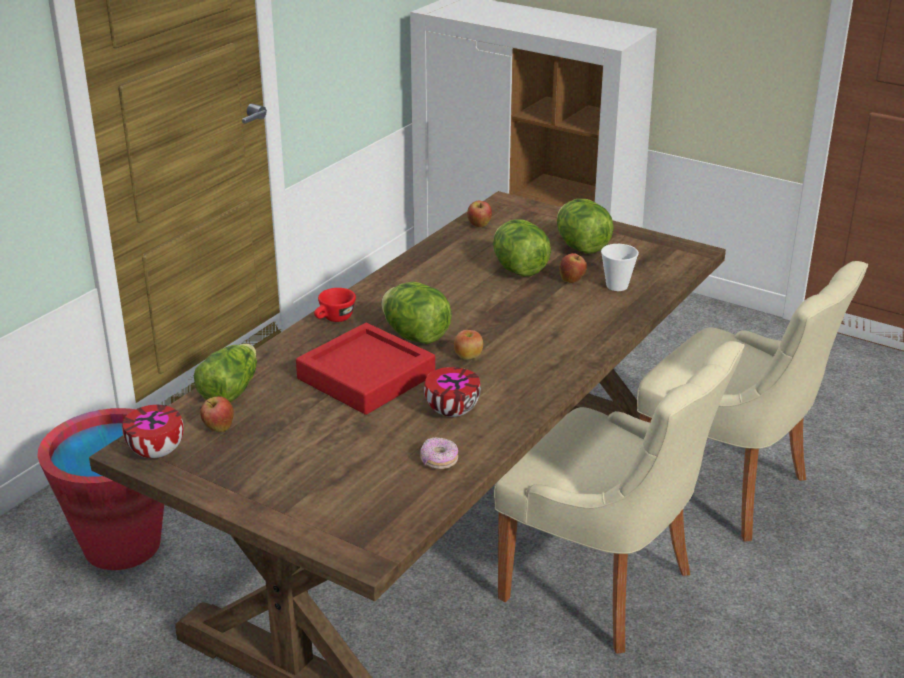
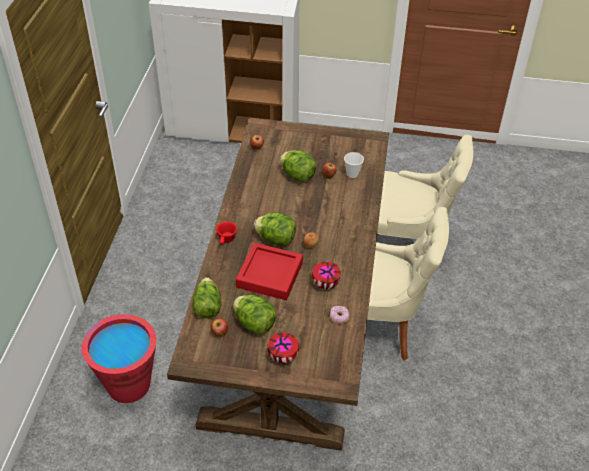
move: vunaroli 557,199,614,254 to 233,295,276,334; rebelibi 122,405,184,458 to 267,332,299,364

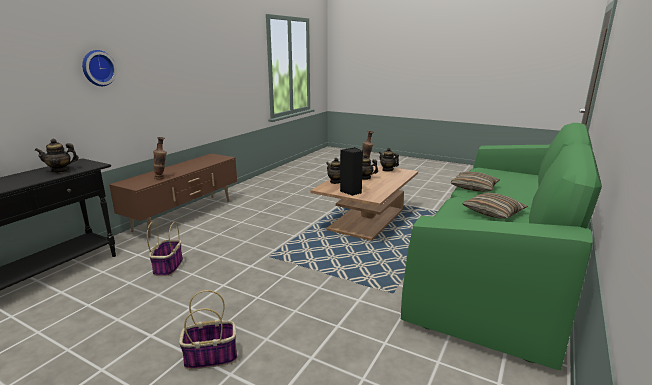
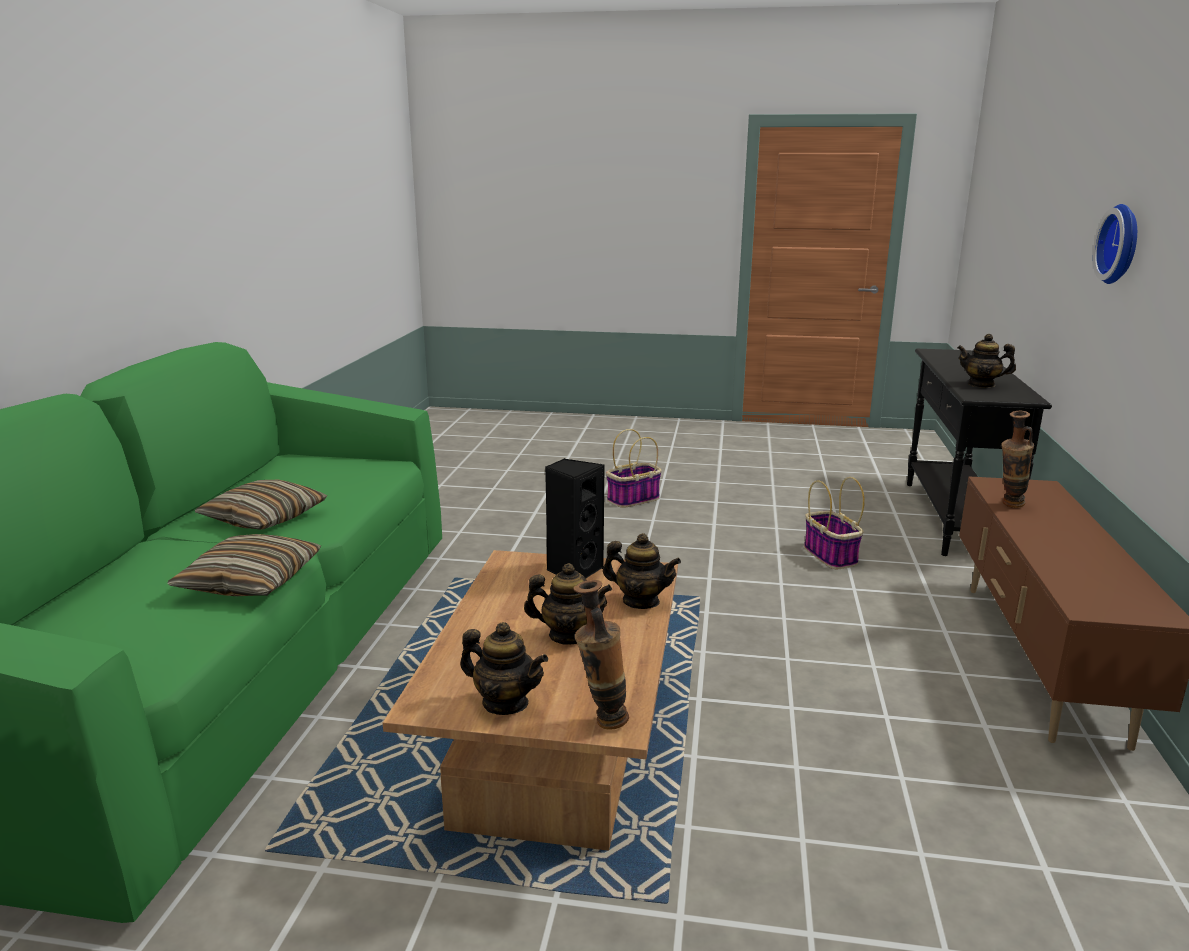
rotate: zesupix 35,139,79,173 = 957,334,1016,388 120 degrees counterclockwise

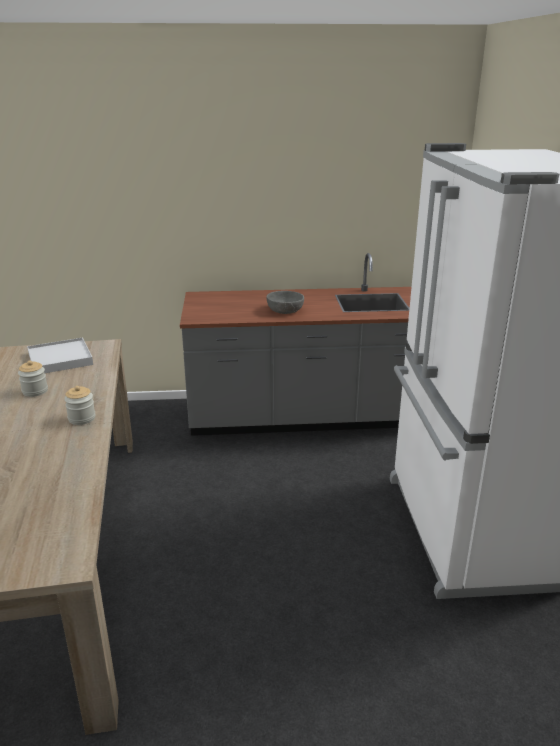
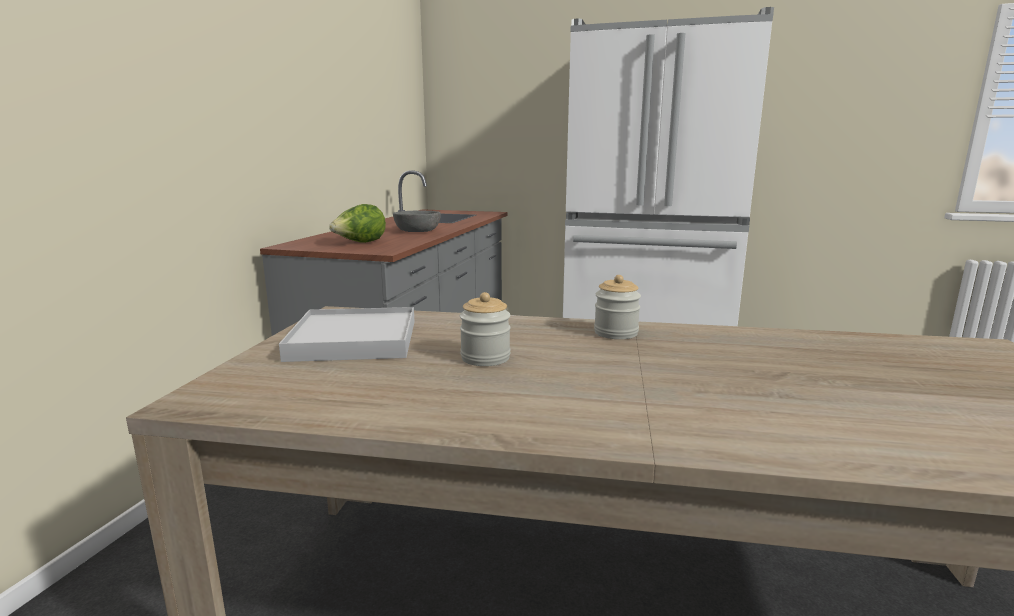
insert: vunaroli 329,204,386,243

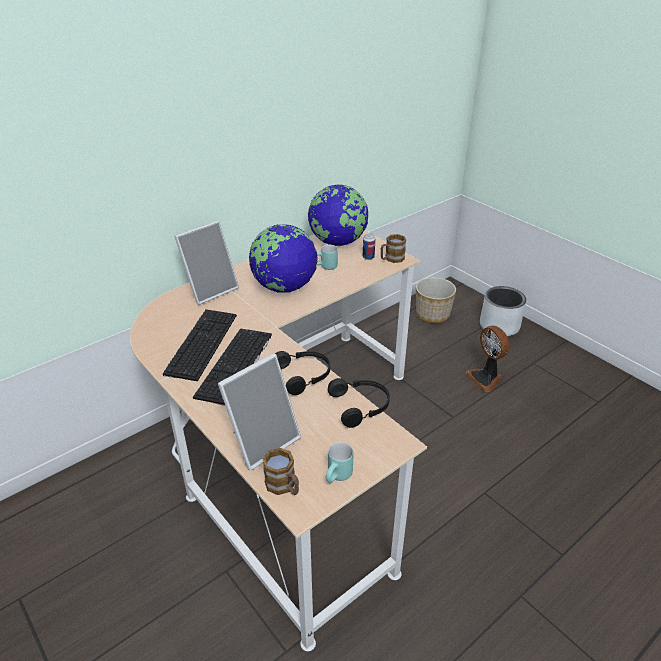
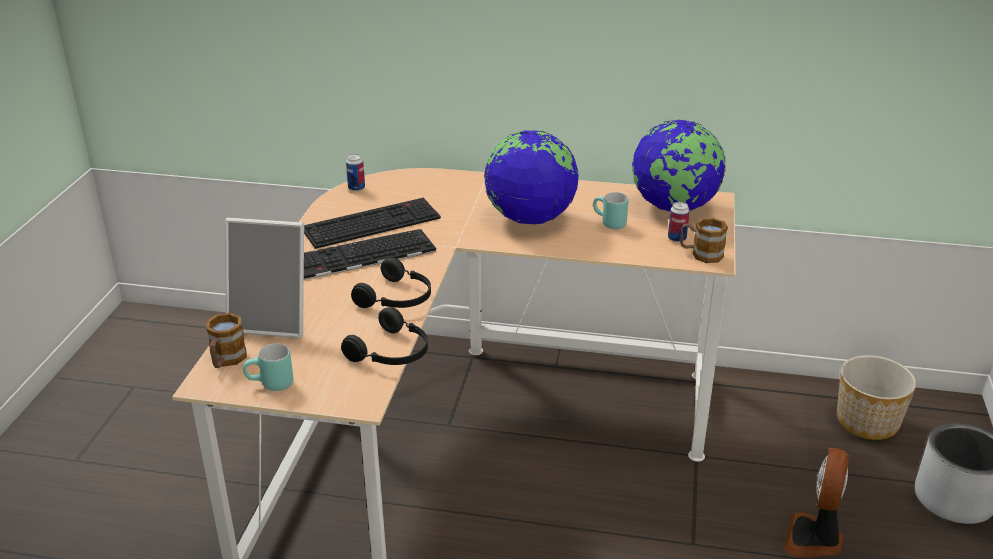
delete: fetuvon 174,221,239,305
insert: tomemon 346,154,365,191

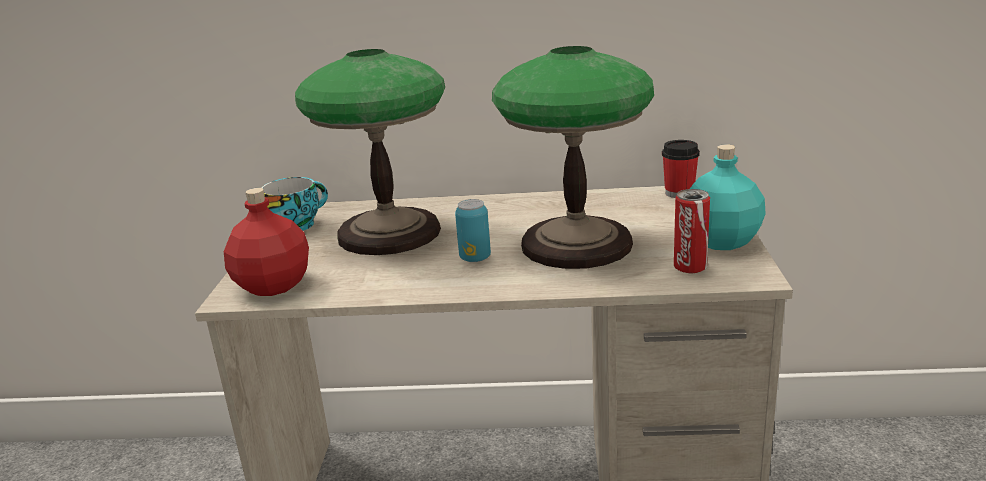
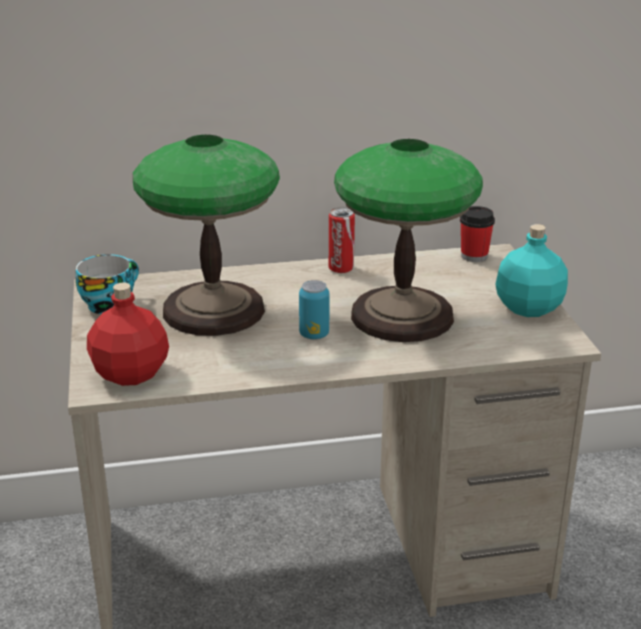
move: tomemon 674,189,710,273 to 329,207,355,273

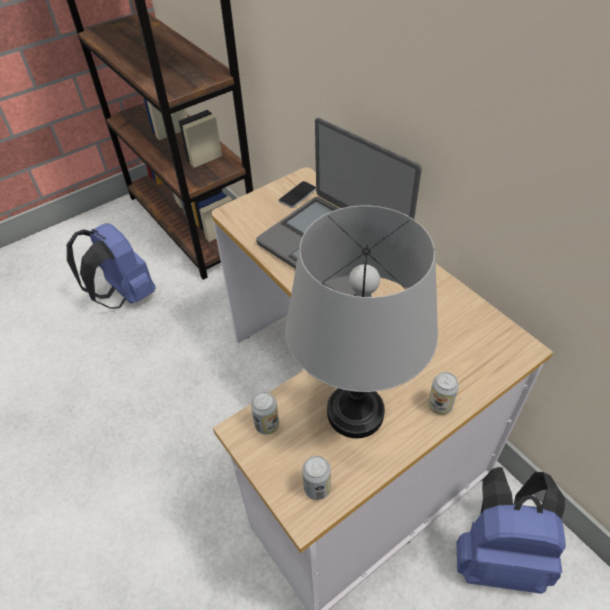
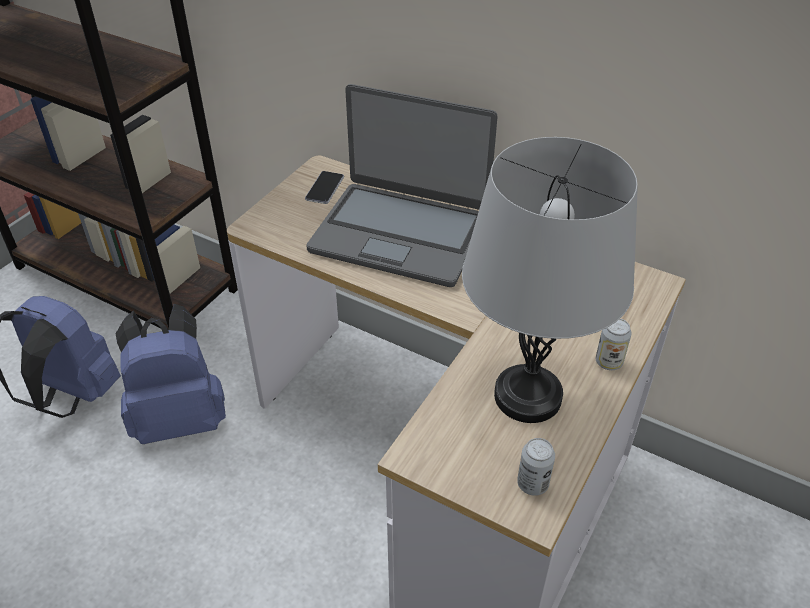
delete: tomemon 251,392,279,435
move: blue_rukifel 456,467,566,594 to 116,304,226,444

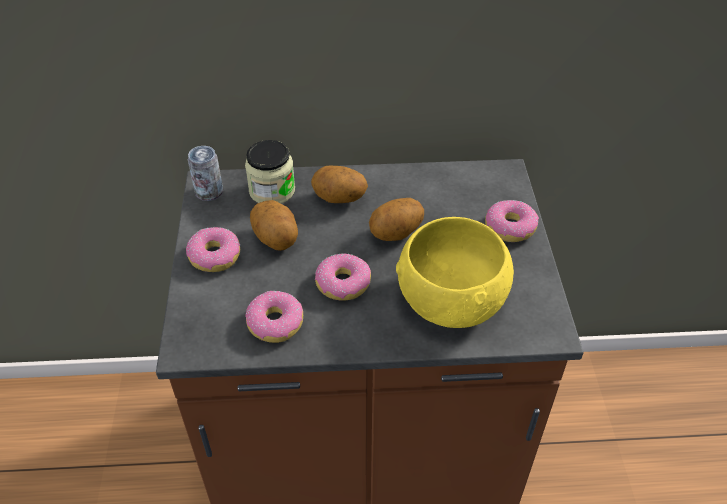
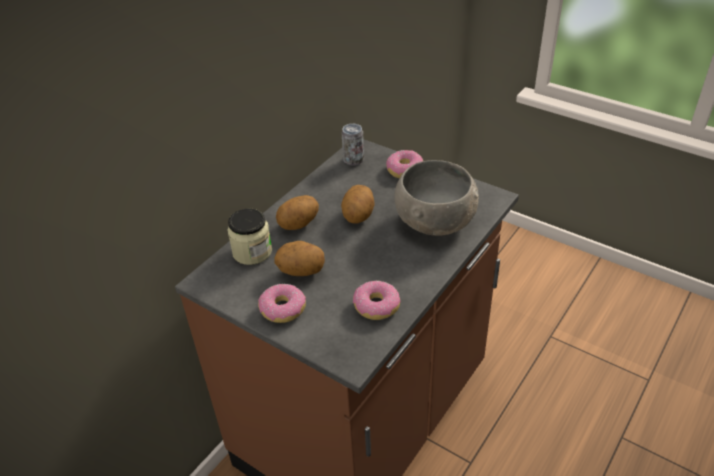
delete: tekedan 315,253,371,301
move: tomemon 188,146,223,201 to 342,124,364,166
recolor: yellow_rebelibi 396,217,514,328 to grey_rebelibi 394,160,479,236

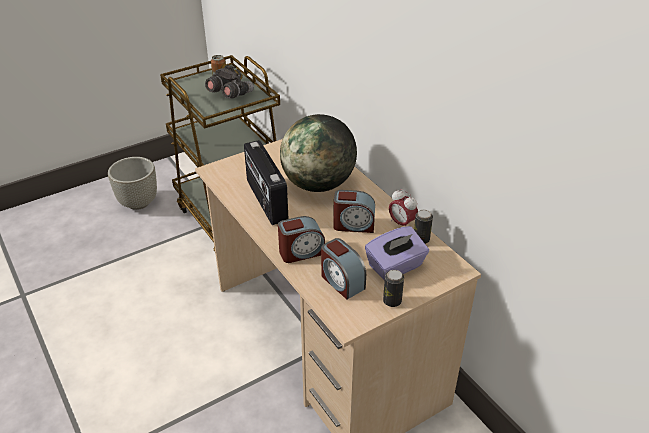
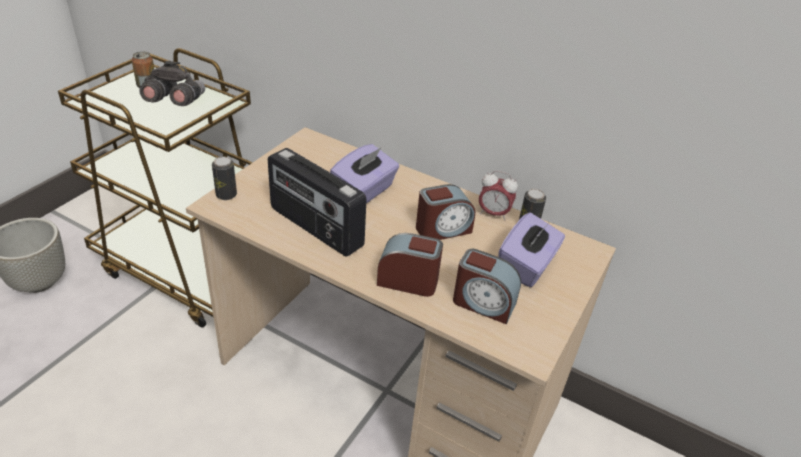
move: tomemon 383,270,404,307 to 212,157,237,200
replace: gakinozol 280,114,357,192 to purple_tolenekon 330,144,399,204
rotate: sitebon 278,216,325,263 = 377,233,443,297 120 degrees counterclockwise

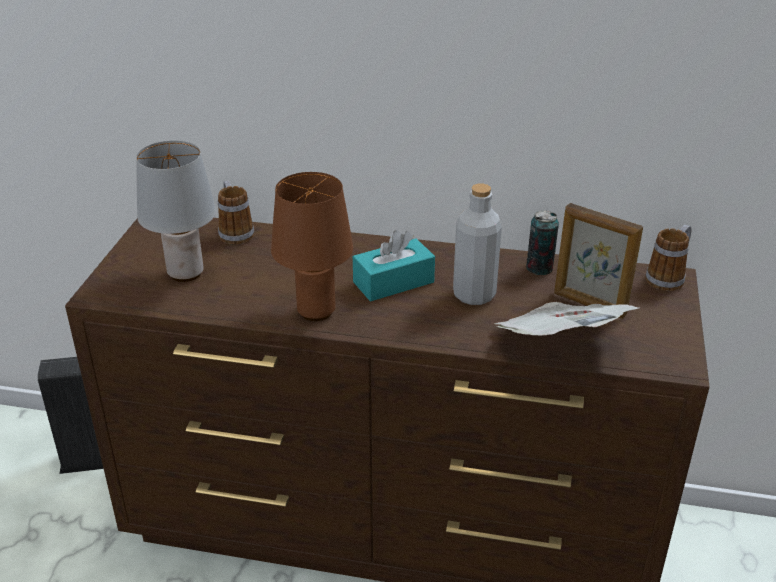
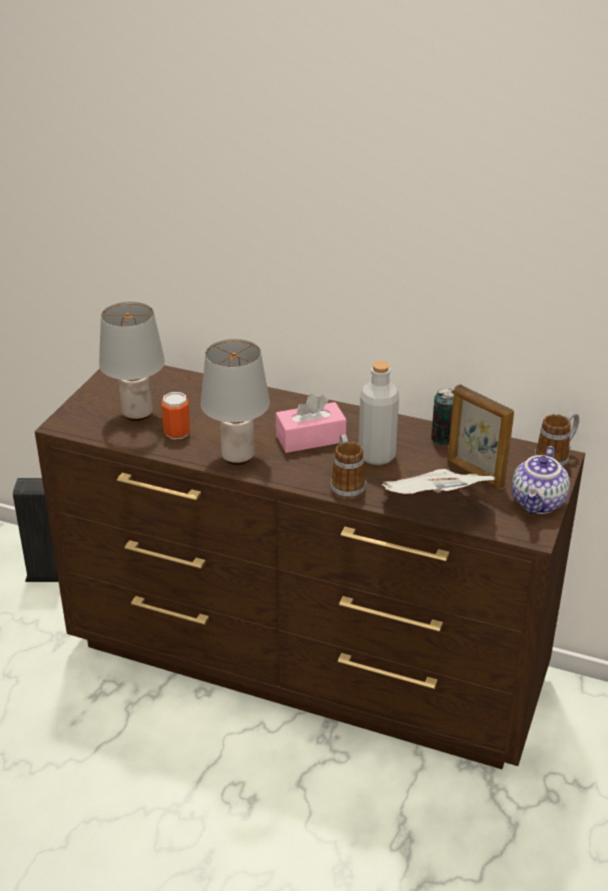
insert: tomemon 162,392,190,439; zesupix 512,446,570,514
move: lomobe 218,181,254,245 to 330,434,366,500
recolor: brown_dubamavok 271,172,353,321 to grey_dubamavok 201,339,270,465; turquoise_tolenekon 353,230,435,301 to pink_tolenekon 276,394,346,453

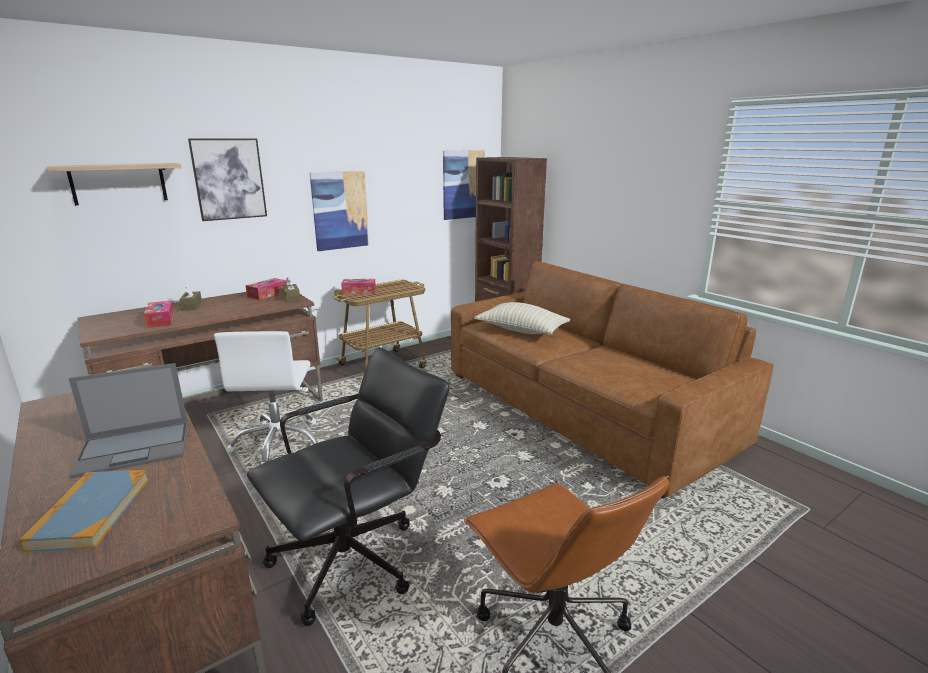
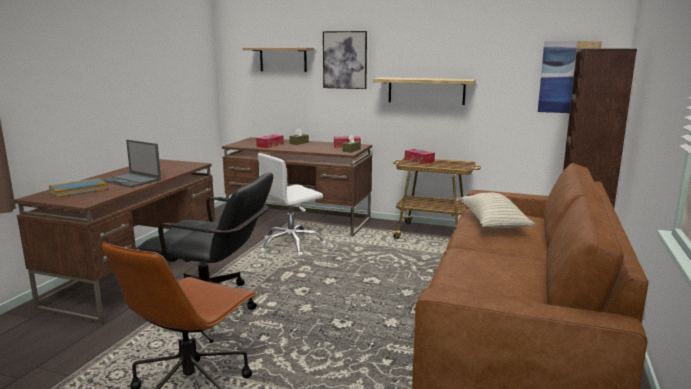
replace: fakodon 310,171,369,251 to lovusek 373,77,476,105

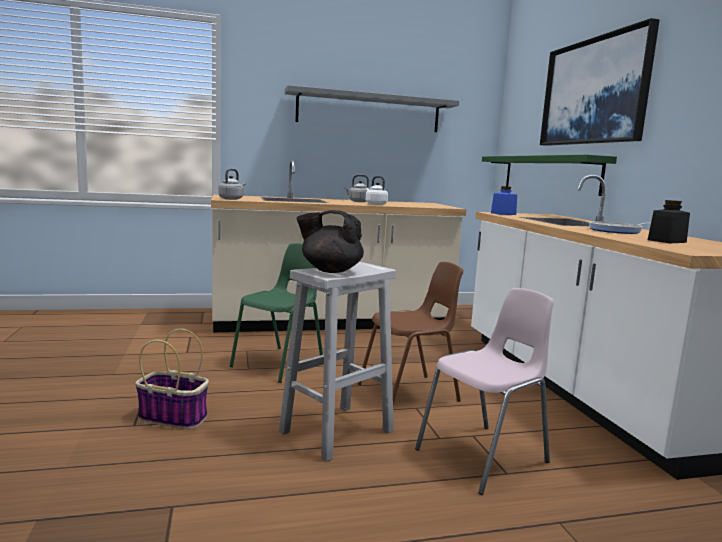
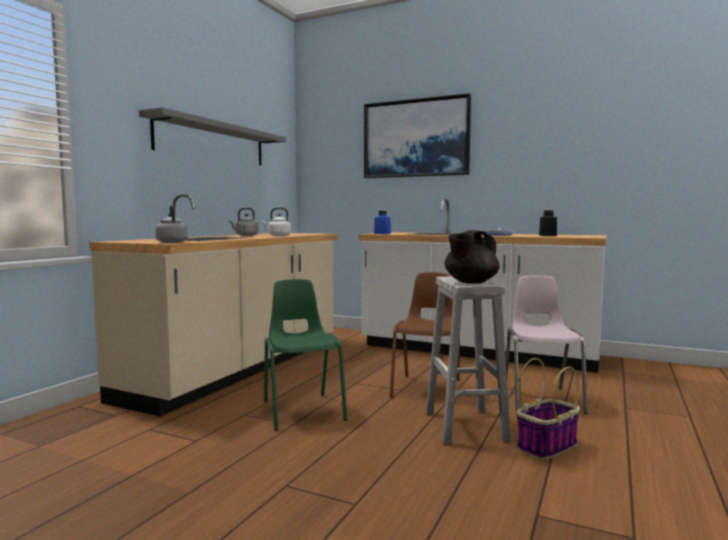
delete: green_lovusek 482,155,617,196
move: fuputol 135,329,209,429 to 516,358,580,460

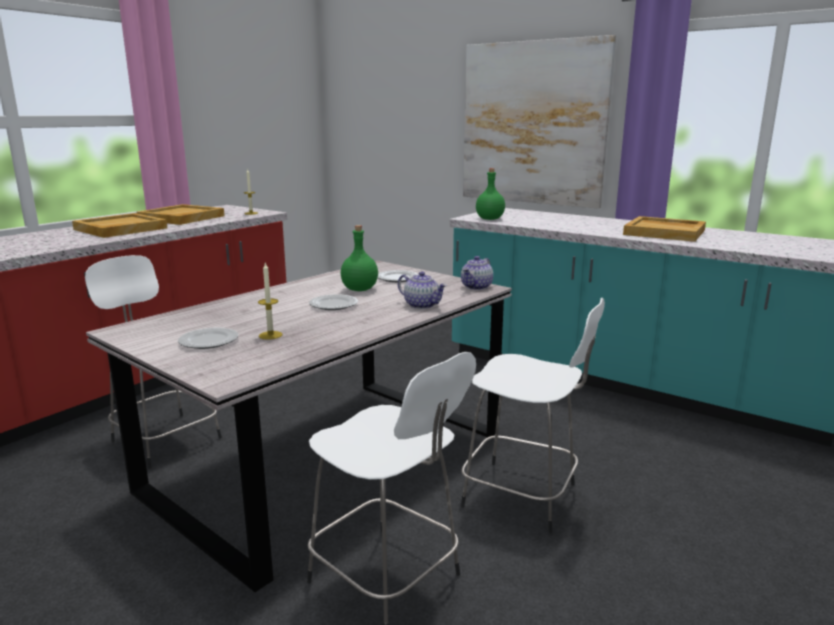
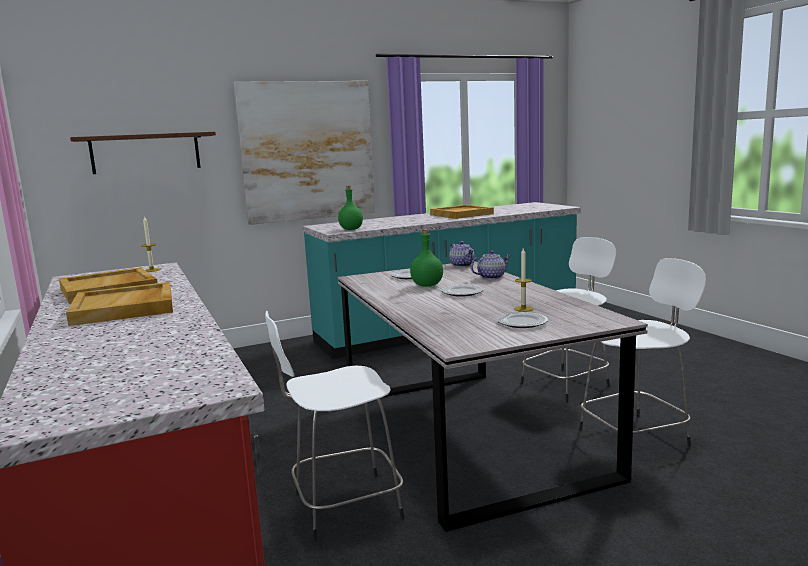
insert: brown_lovusek 70,132,216,174

